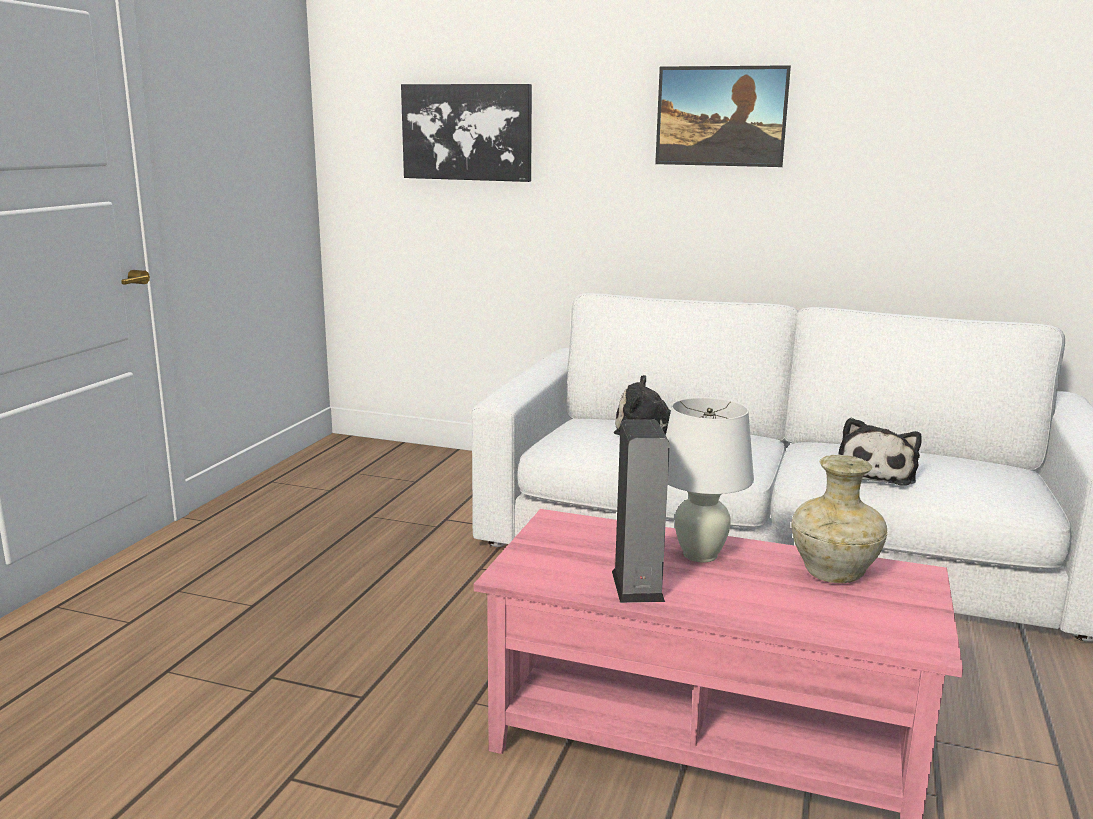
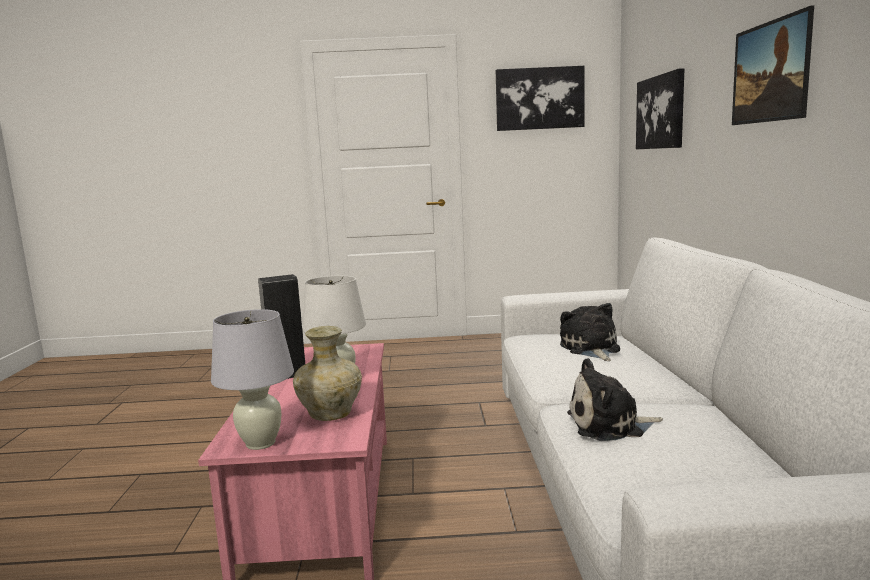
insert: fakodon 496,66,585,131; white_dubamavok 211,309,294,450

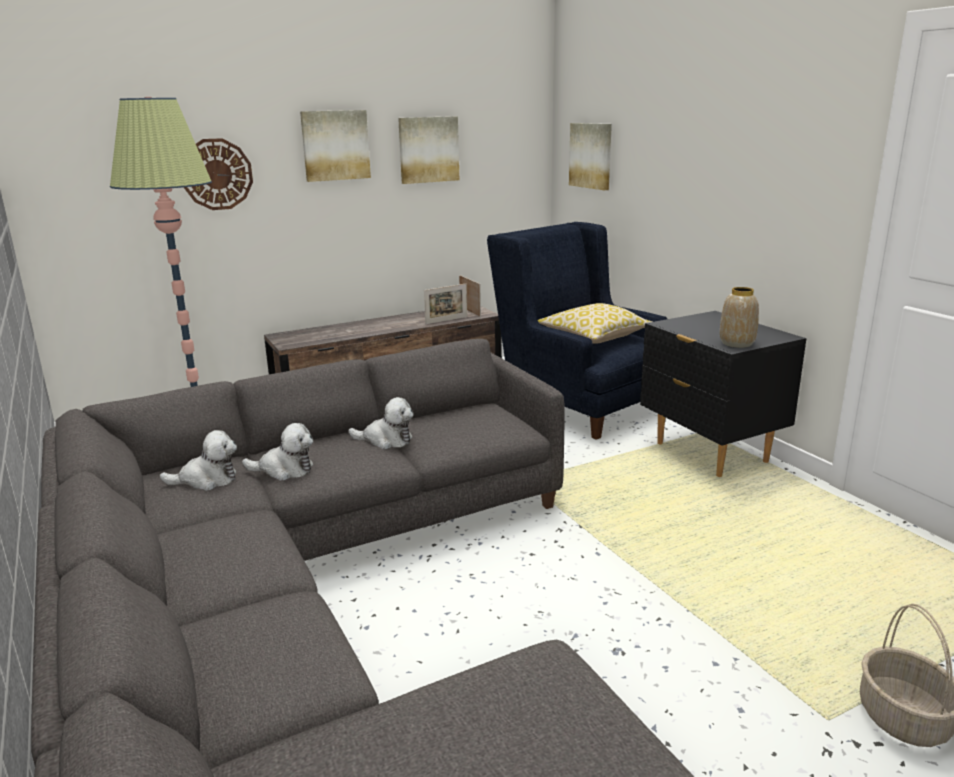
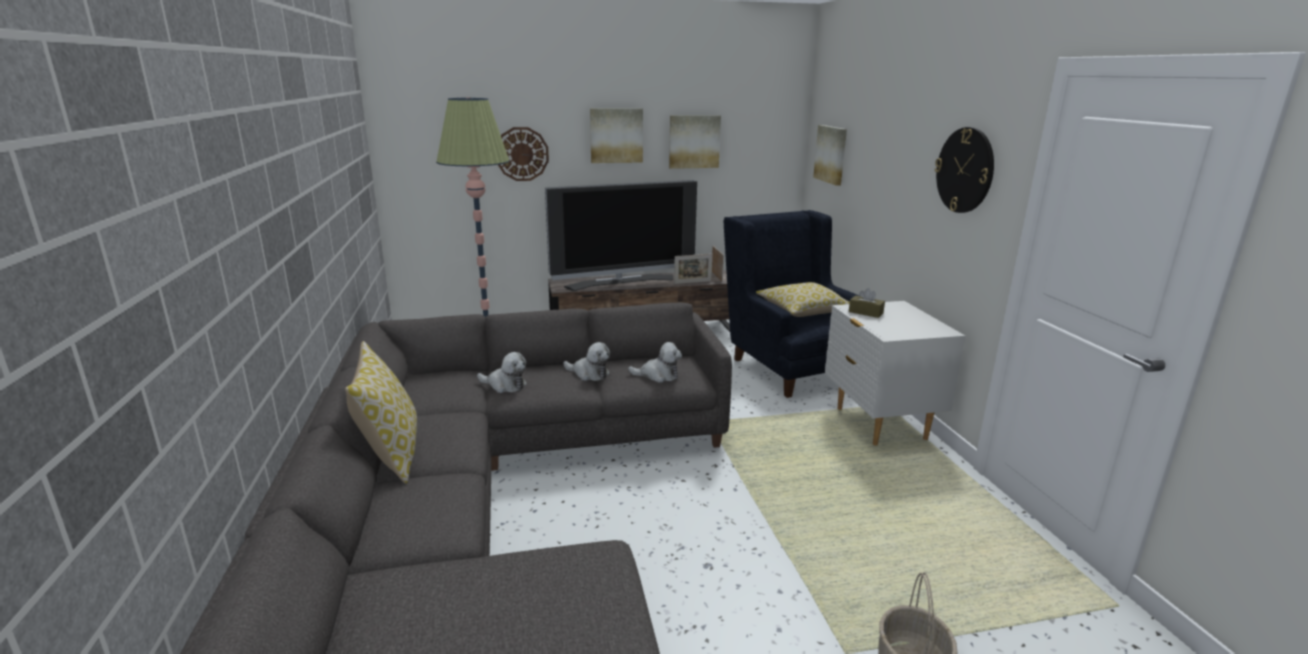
delete: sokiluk 720,287,759,348
insert: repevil 935,127,994,213; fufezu 545,180,697,291; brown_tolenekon 849,288,885,318; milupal 345,341,417,484
move: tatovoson 160,430,237,491 to 628,342,682,383
recolor: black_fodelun 640,311,806,477 to white_fodelun 825,301,965,446

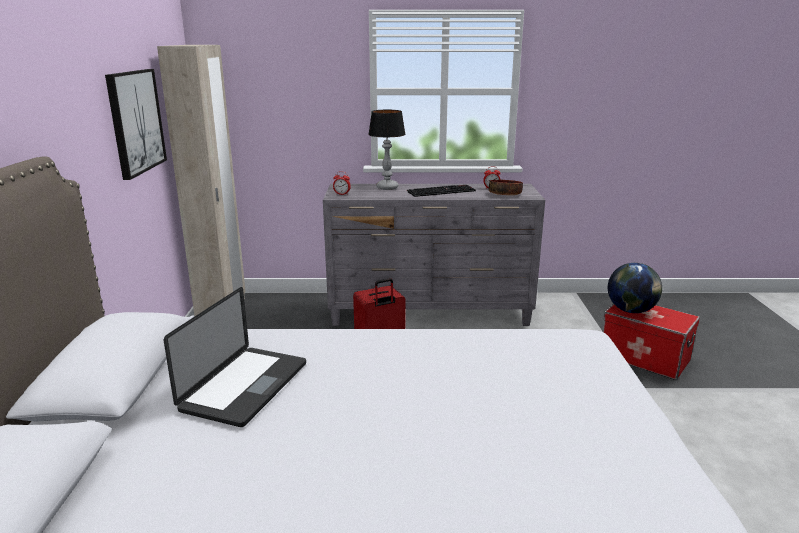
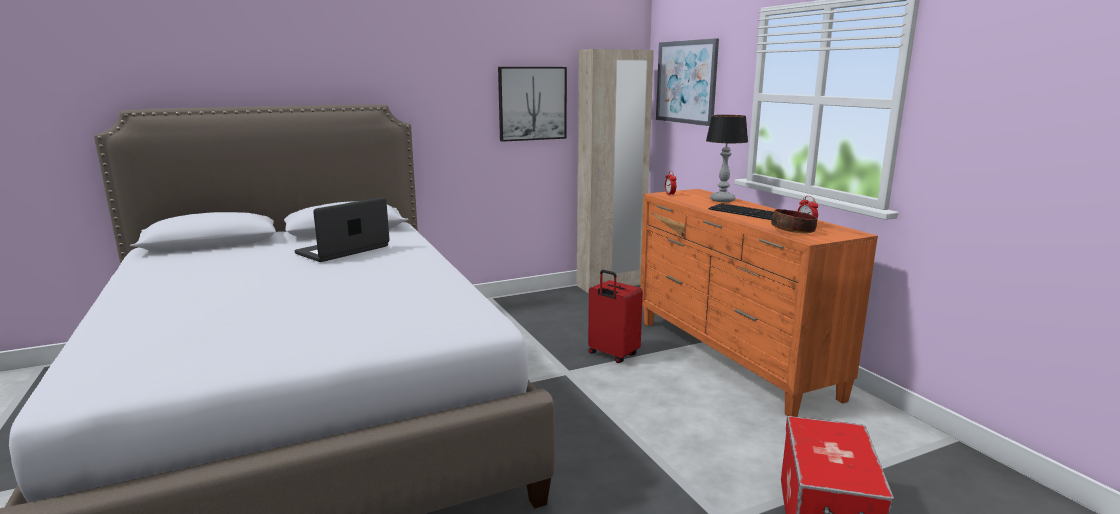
delete: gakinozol 608,263,662,313
insert: fakodon 656,38,719,126
recolor: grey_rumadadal 323,184,545,326 to orange_rumadadal 640,189,878,417
rotate: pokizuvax 164,287,306,427 = 295,197,390,262 135 degrees clockwise

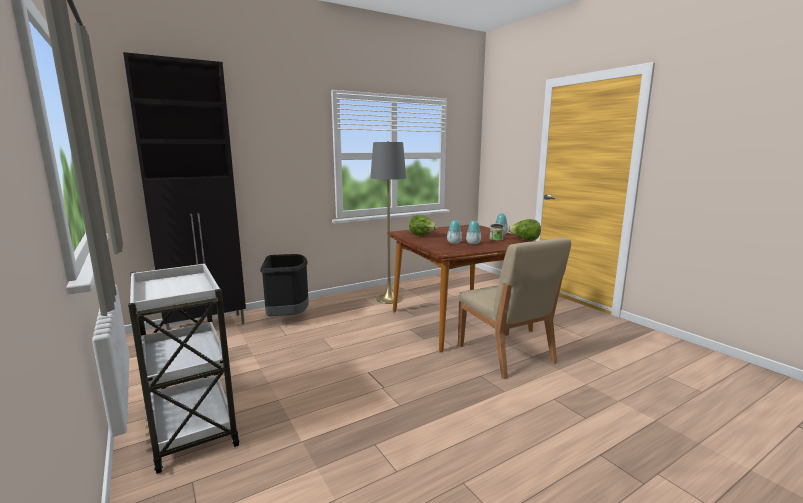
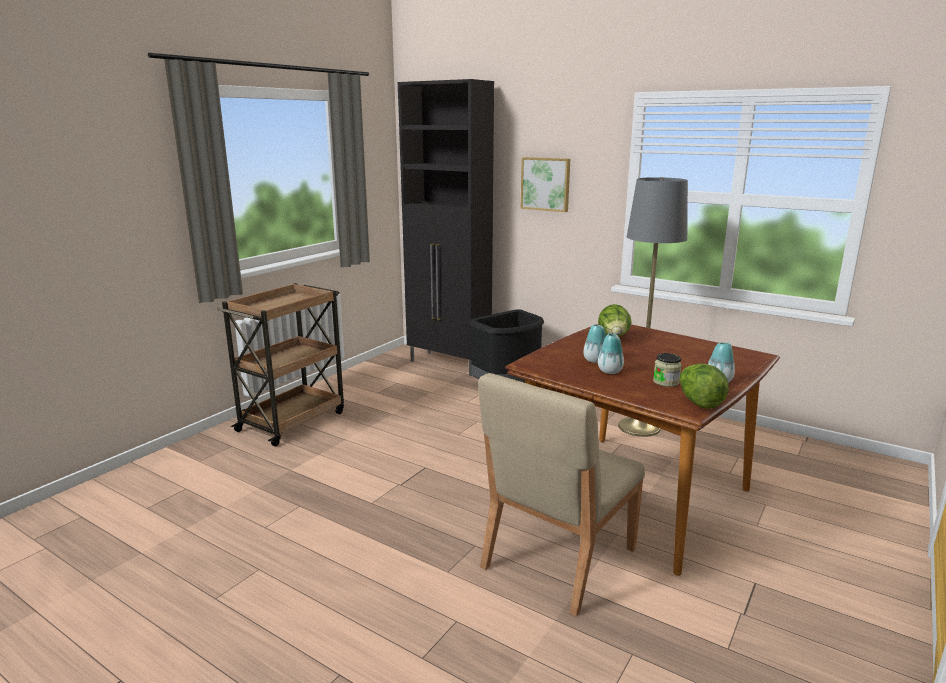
insert: fakodon 520,157,570,212
recolor: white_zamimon 128,263,240,474 to brown_zamimon 217,283,344,446

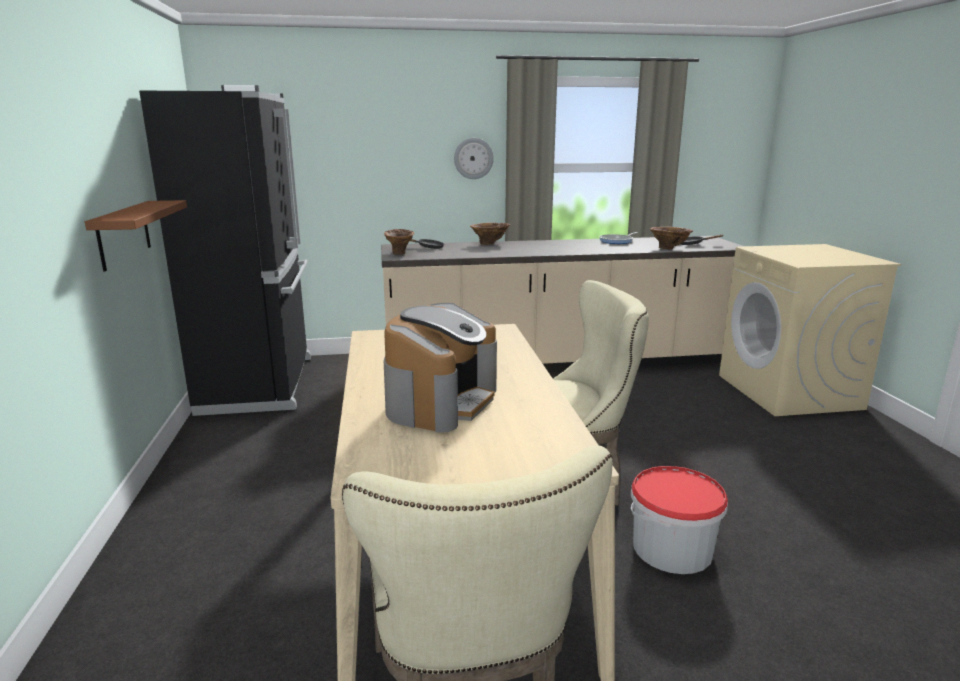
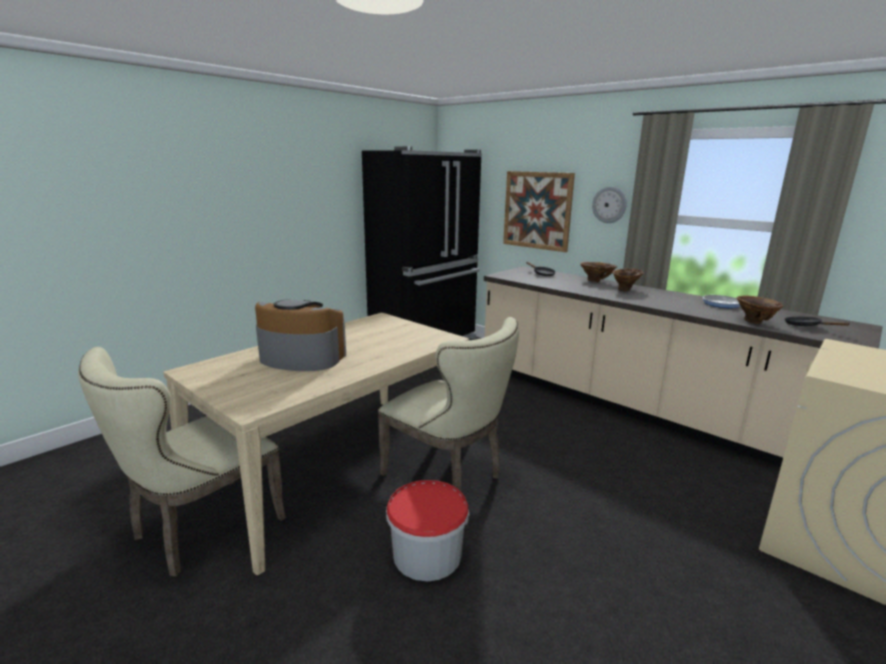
delete: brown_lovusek 85,200,187,272
insert: fakodon 503,171,575,252
move: brown_sokiluk 384,229,414,255 to 612,268,644,291
rotate: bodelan 384,303,497,433 = 255,299,346,371 150 degrees counterclockwise

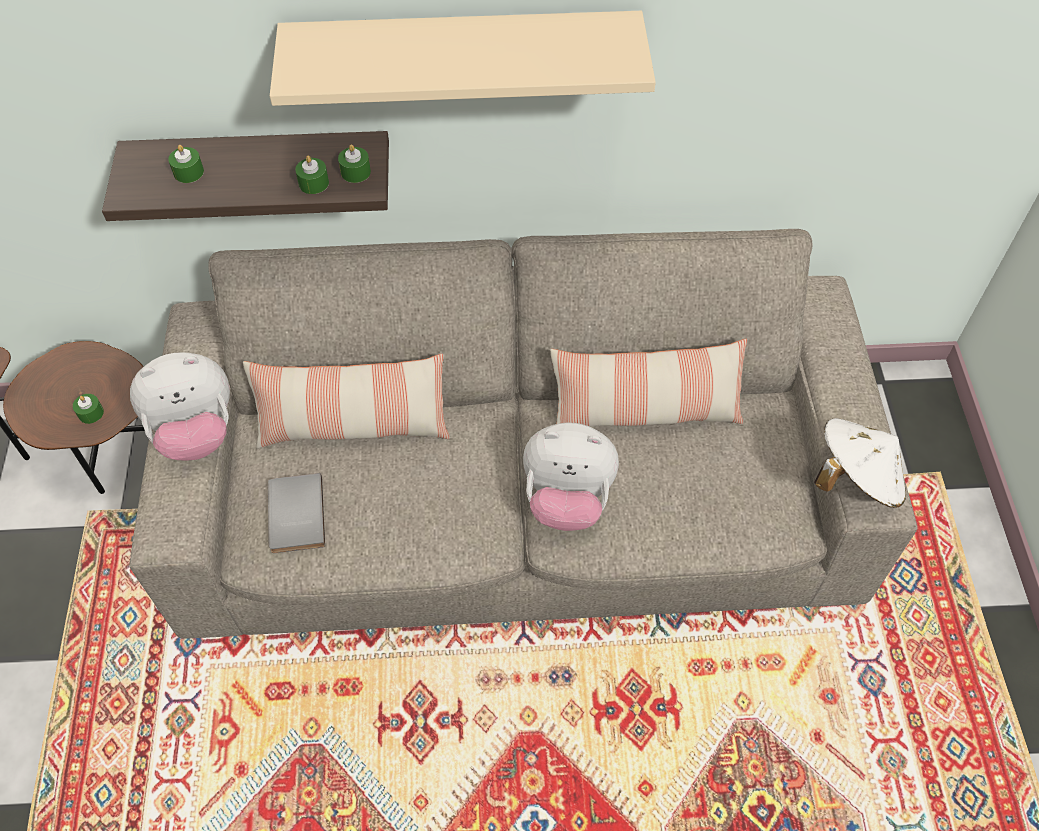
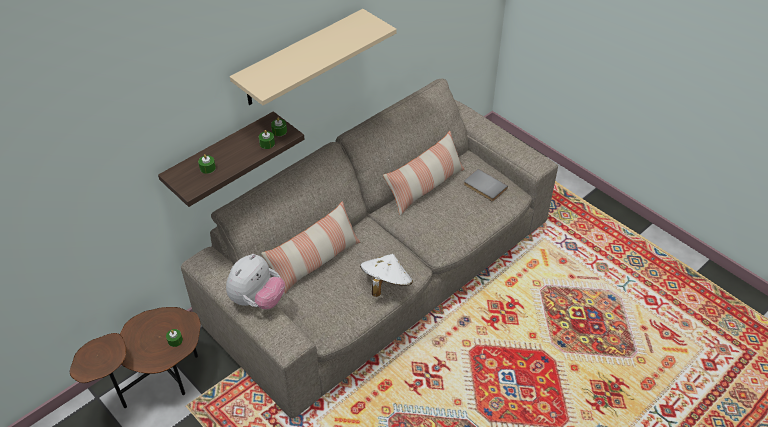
delete: tatovoson 523,423,619,531
move: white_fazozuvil 814,418,906,508 to 360,254,413,297; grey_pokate 268,473,325,554 to 464,169,508,202

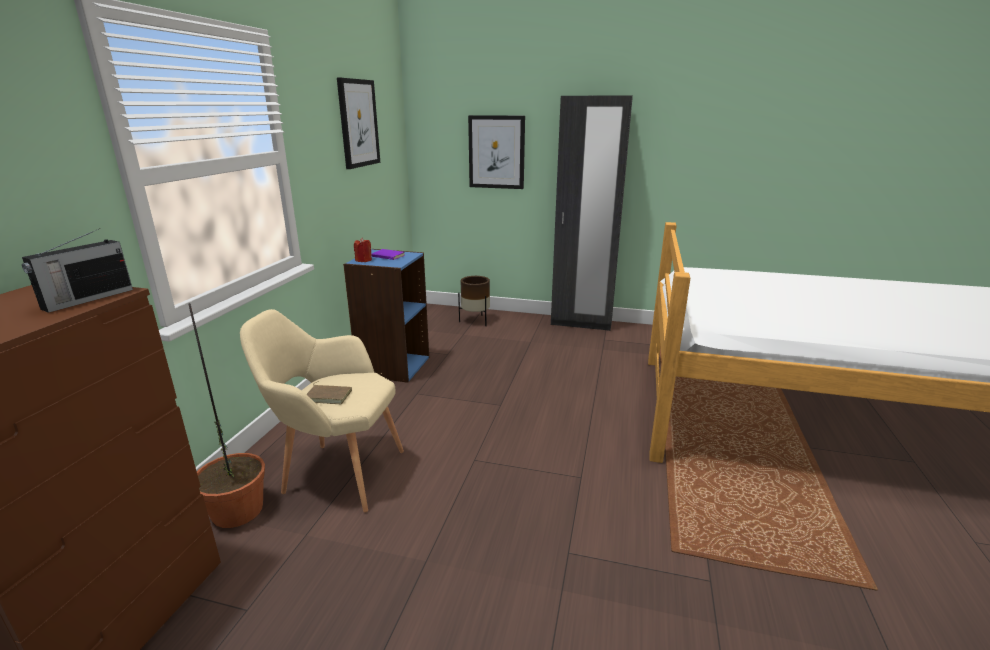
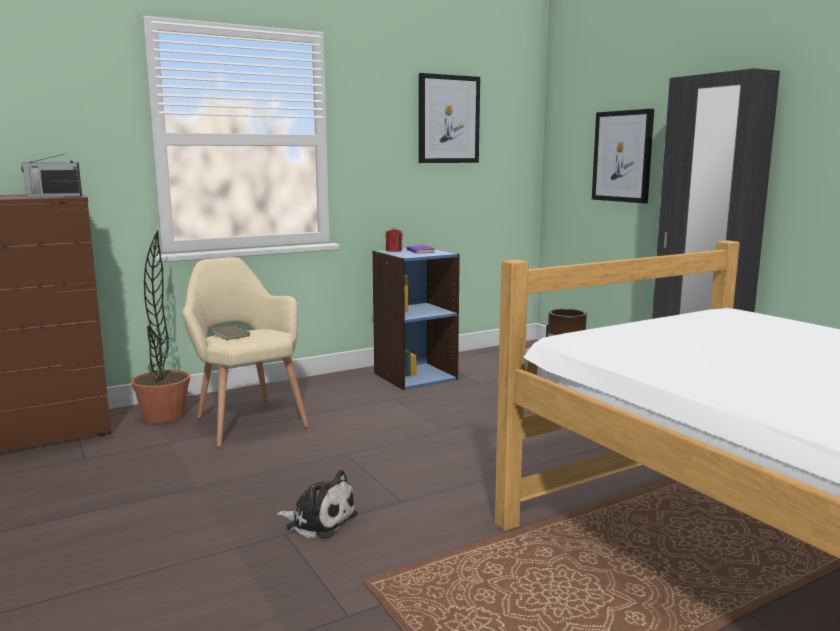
insert: tatovoson 276,470,358,539

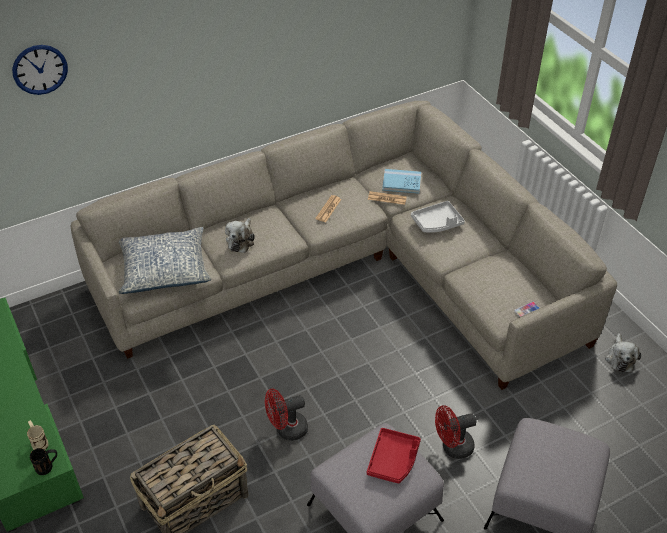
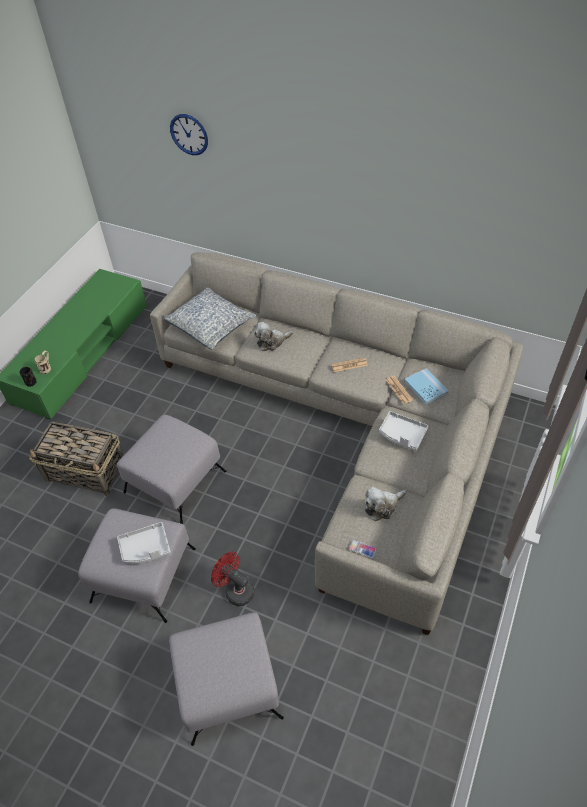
move: tatovoson 605,333,641,372 to 365,486,407,521
replace: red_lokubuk 265,389,308,441 to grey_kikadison 117,415,227,524
recolor: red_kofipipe 367,428,421,484 to grey_kofipipe 117,522,171,564

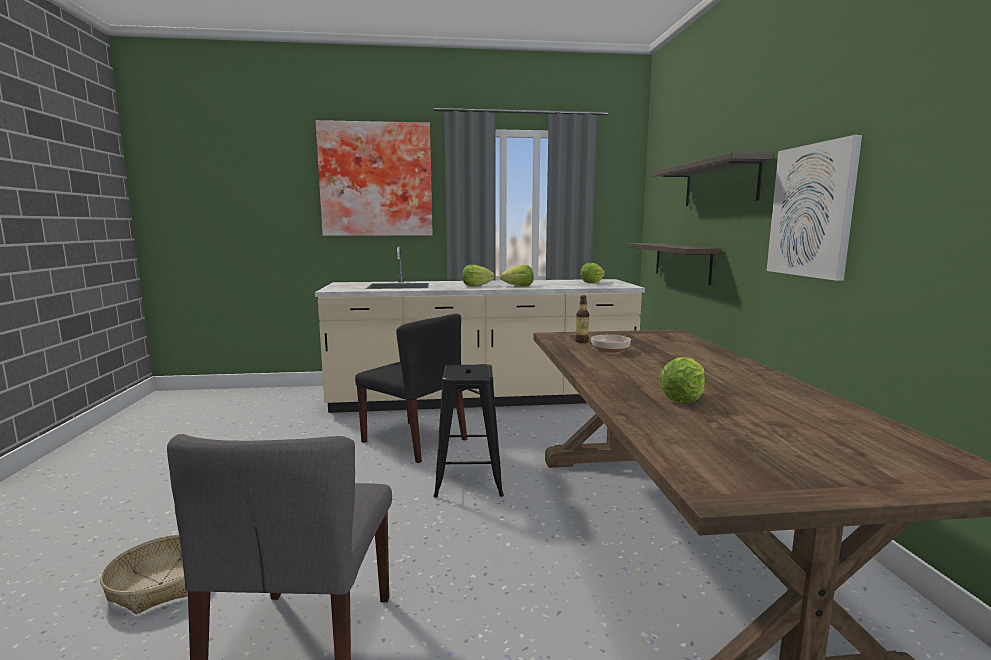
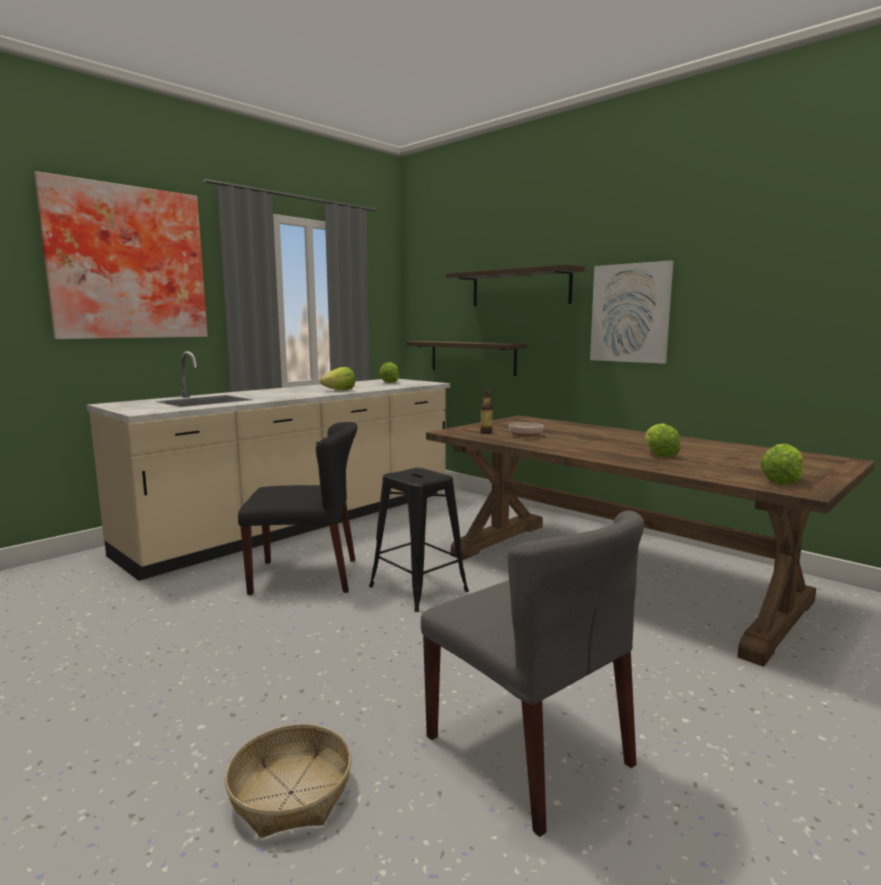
move: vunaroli 462,265,495,286 to 760,444,803,485

